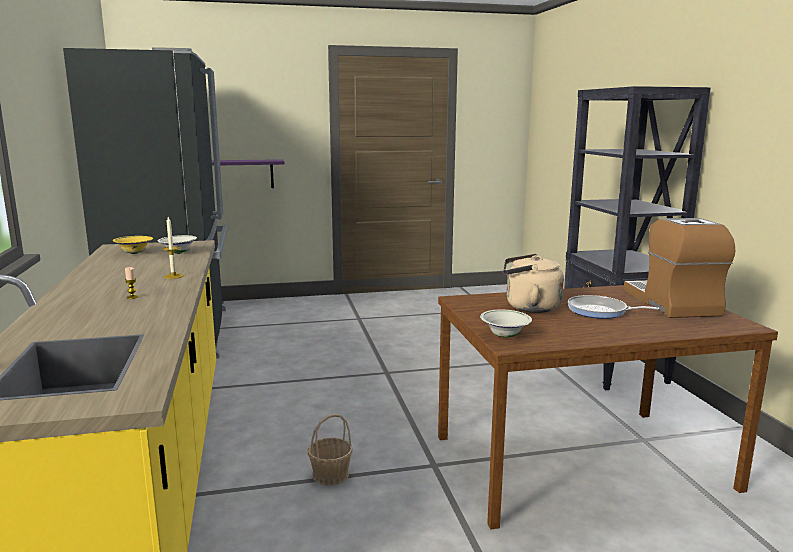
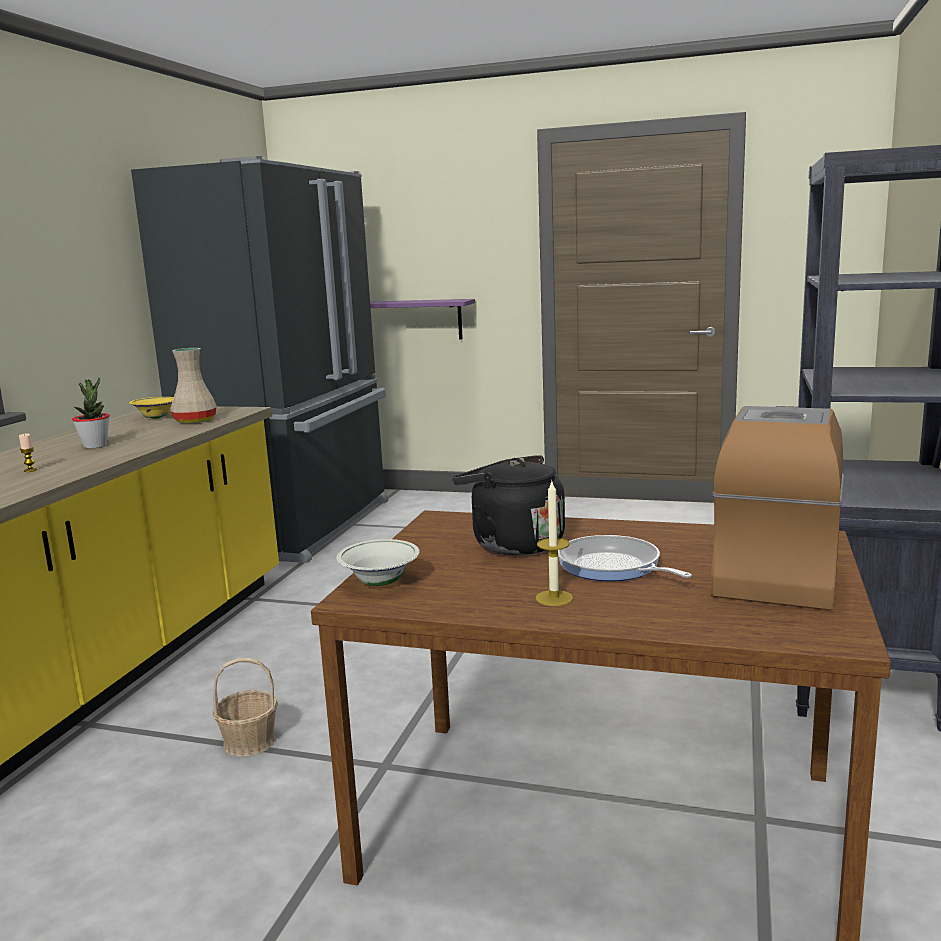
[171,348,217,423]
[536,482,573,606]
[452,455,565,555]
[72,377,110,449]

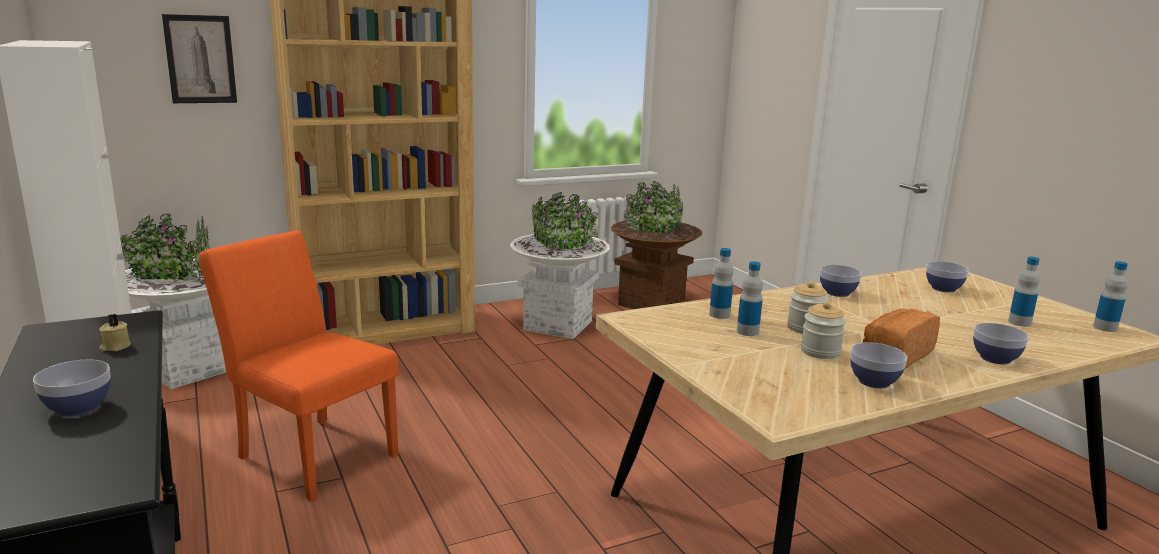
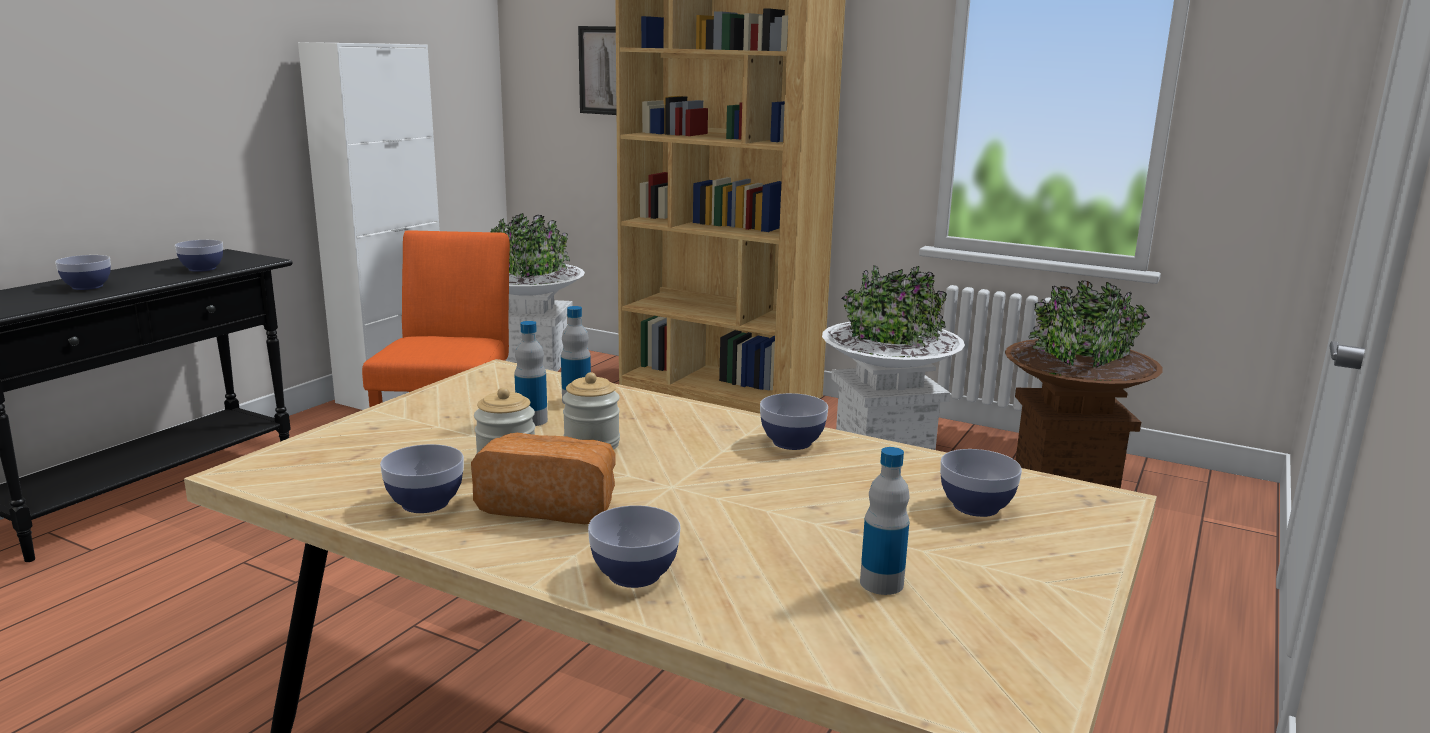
[175,240,223,272]
[1093,261,1128,332] (first image)

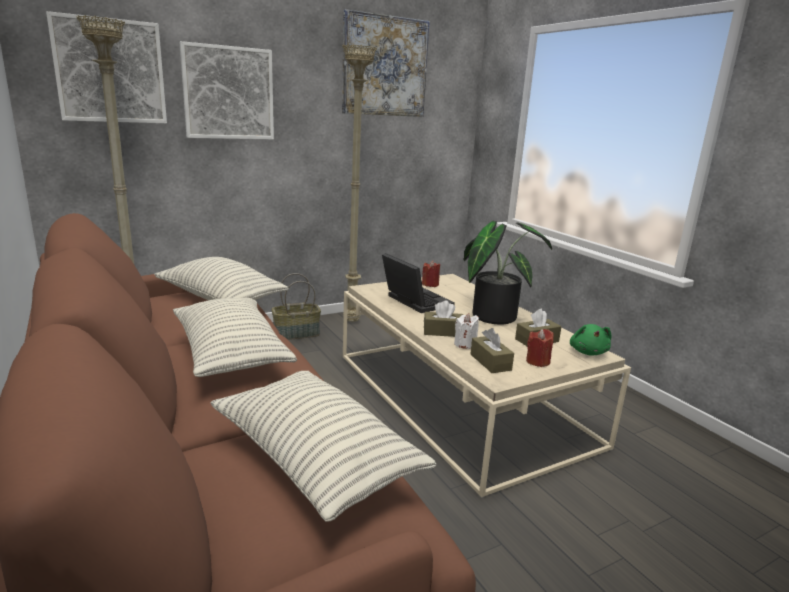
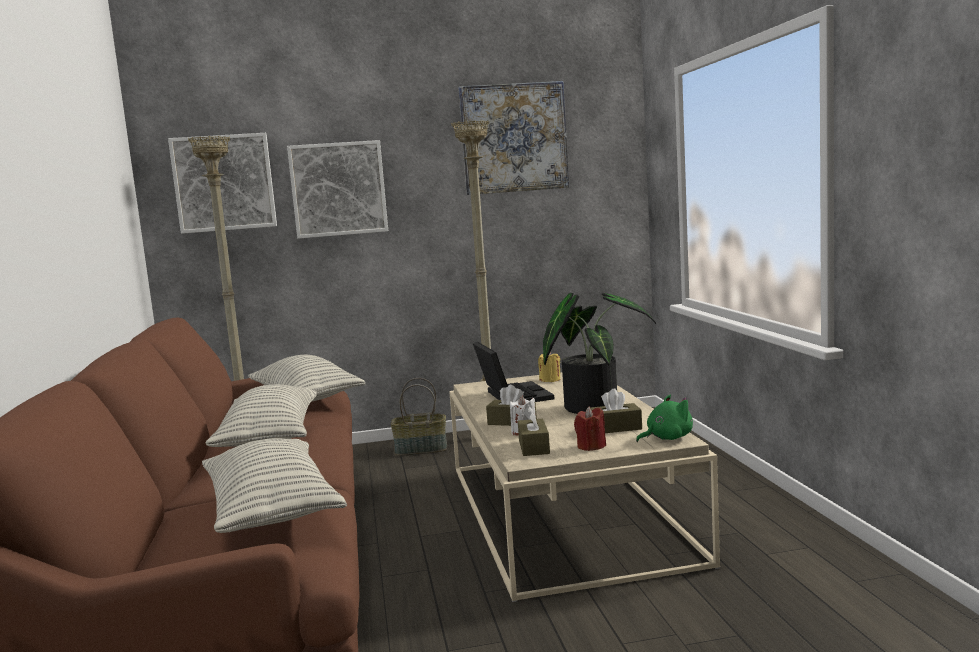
[538,352,560,382]
[636,395,693,442]

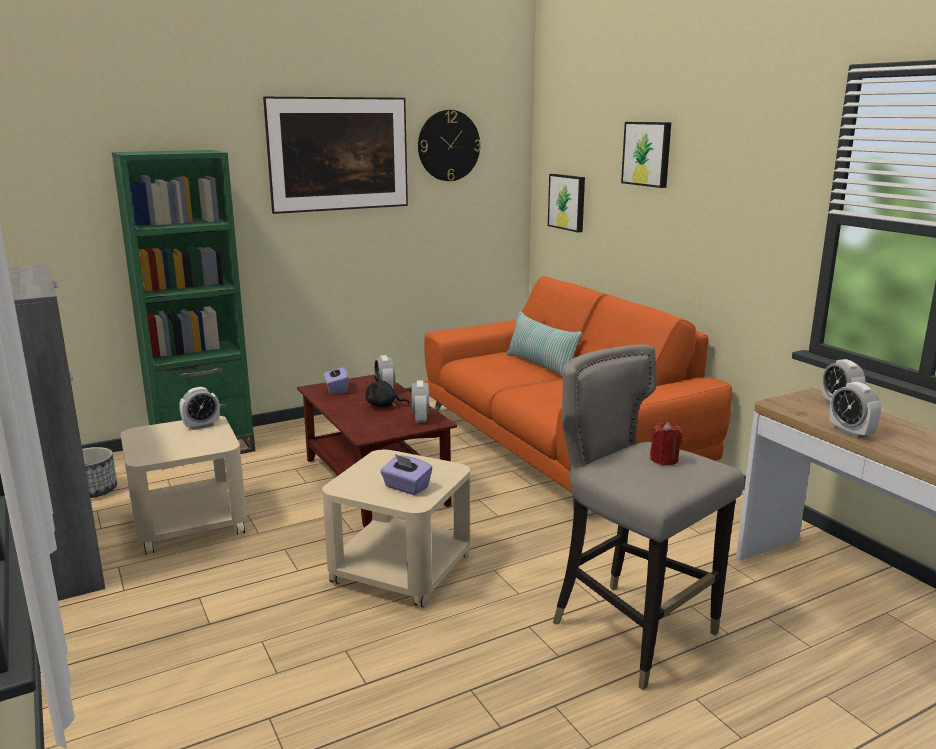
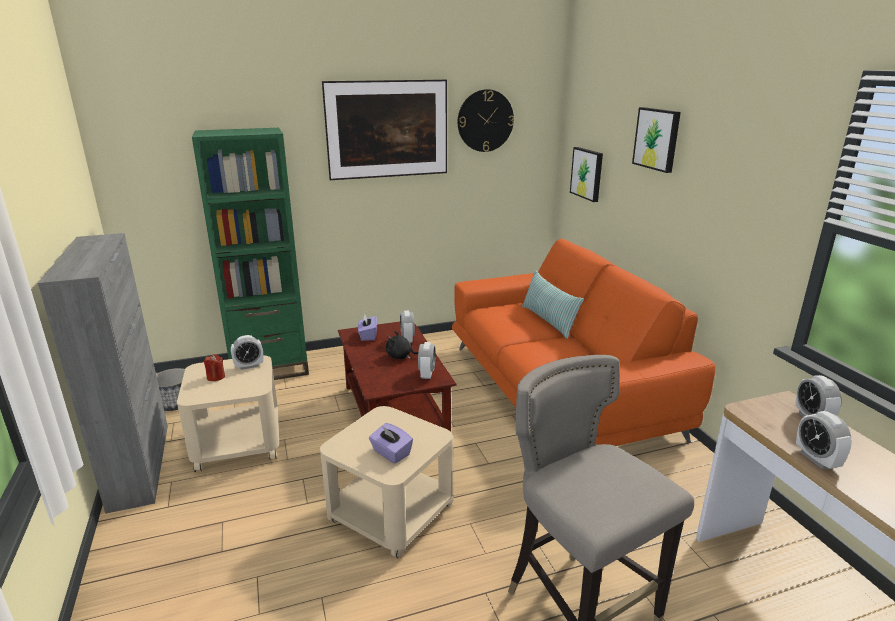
[204,354,225,381]

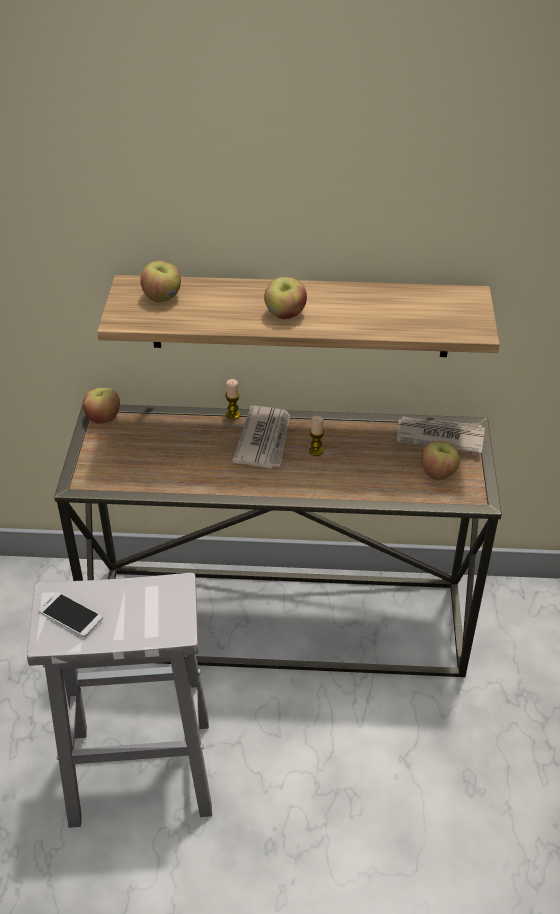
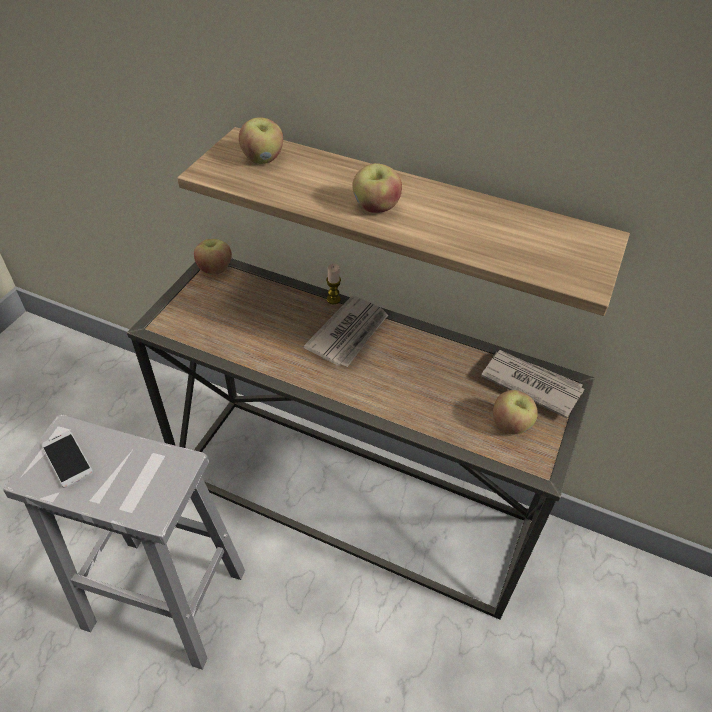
[309,416,325,456] (first image)

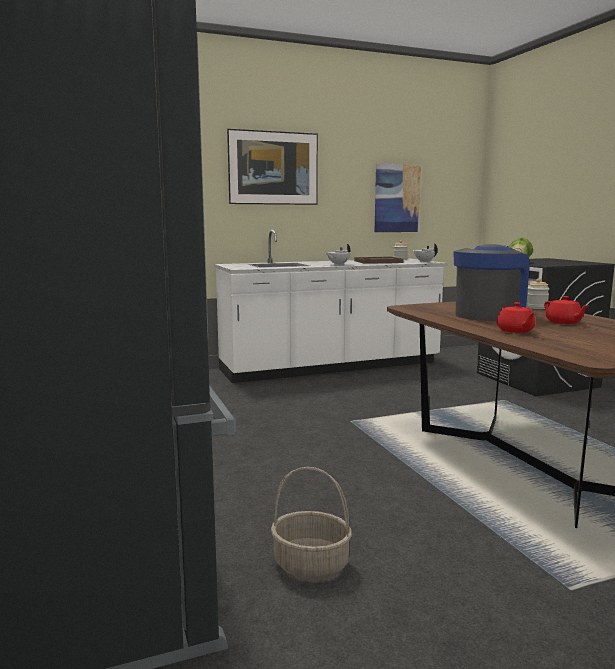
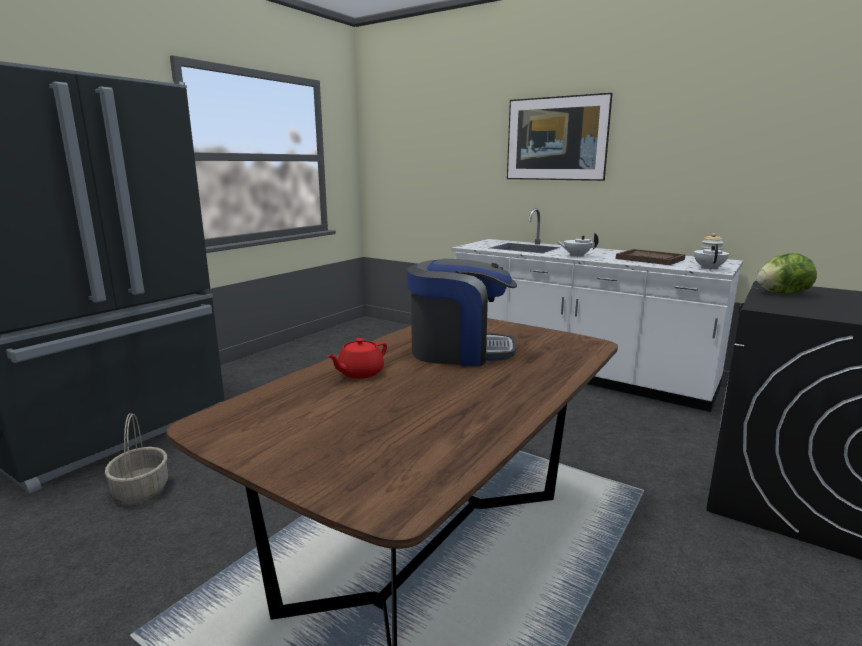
[375,164,421,232] (first image)
[526,278,549,309] (first image)
[544,296,588,324] (first image)

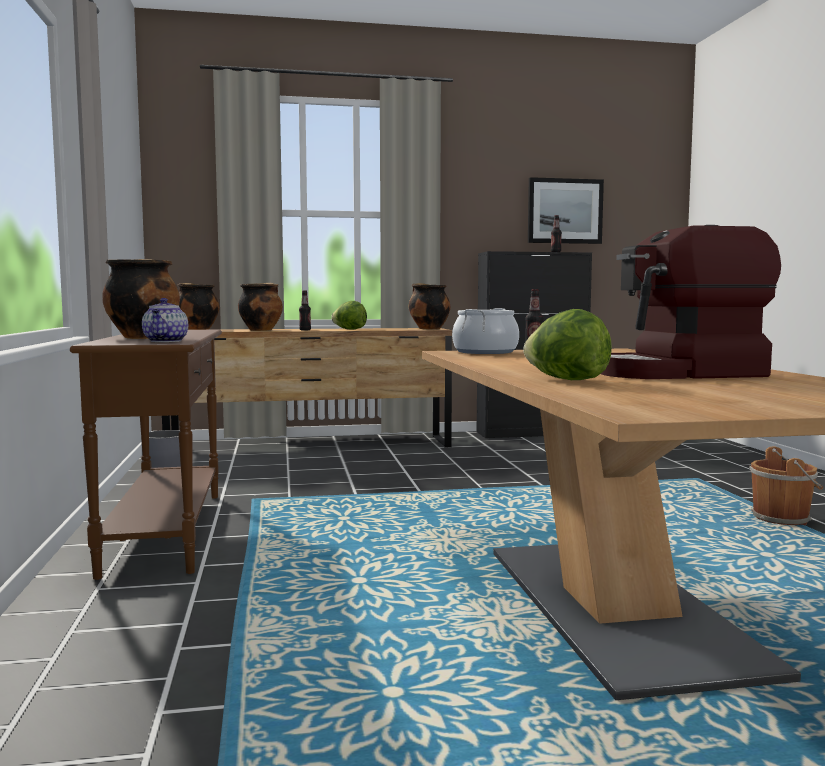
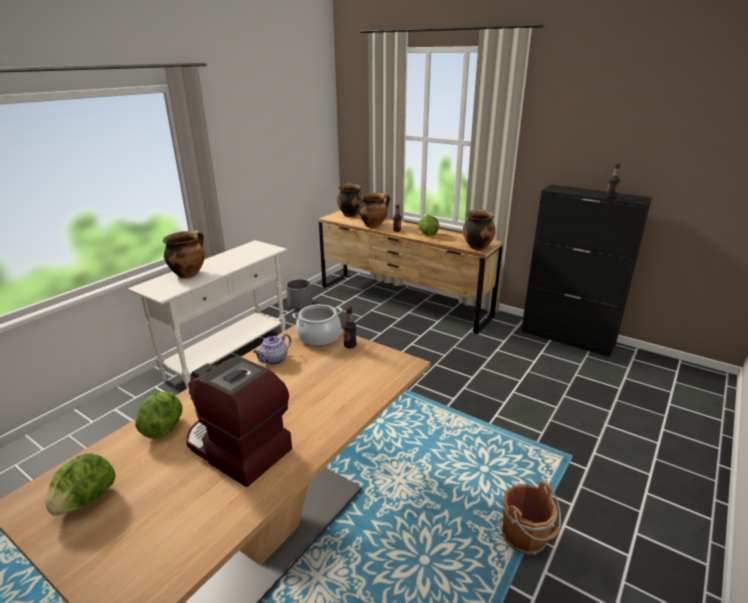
[128,240,288,389]
[253,334,291,365]
[528,177,604,244] (first image)
[46,453,115,516]

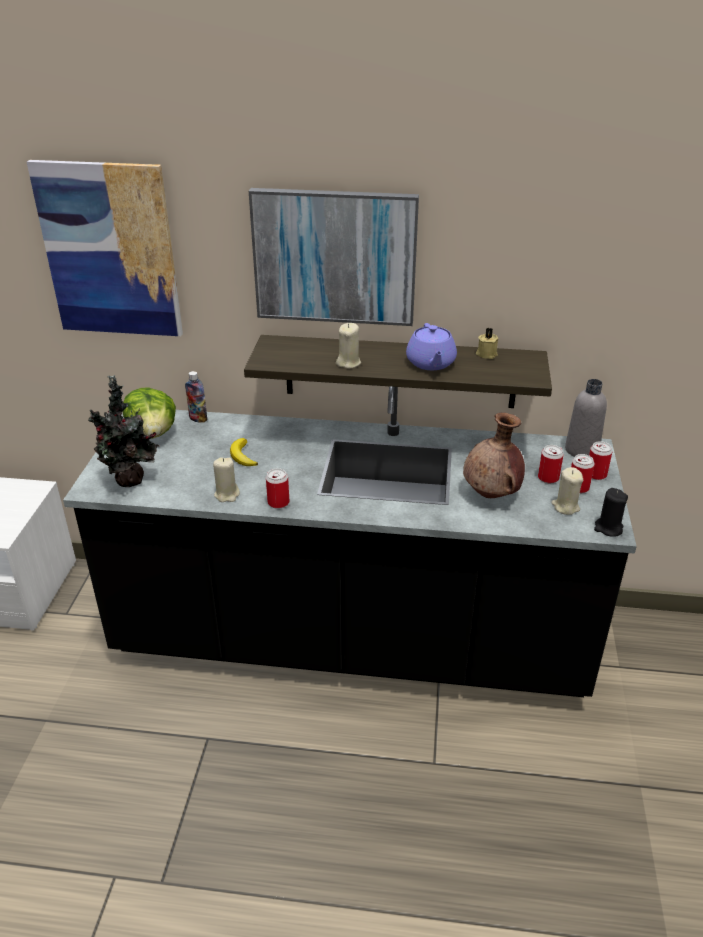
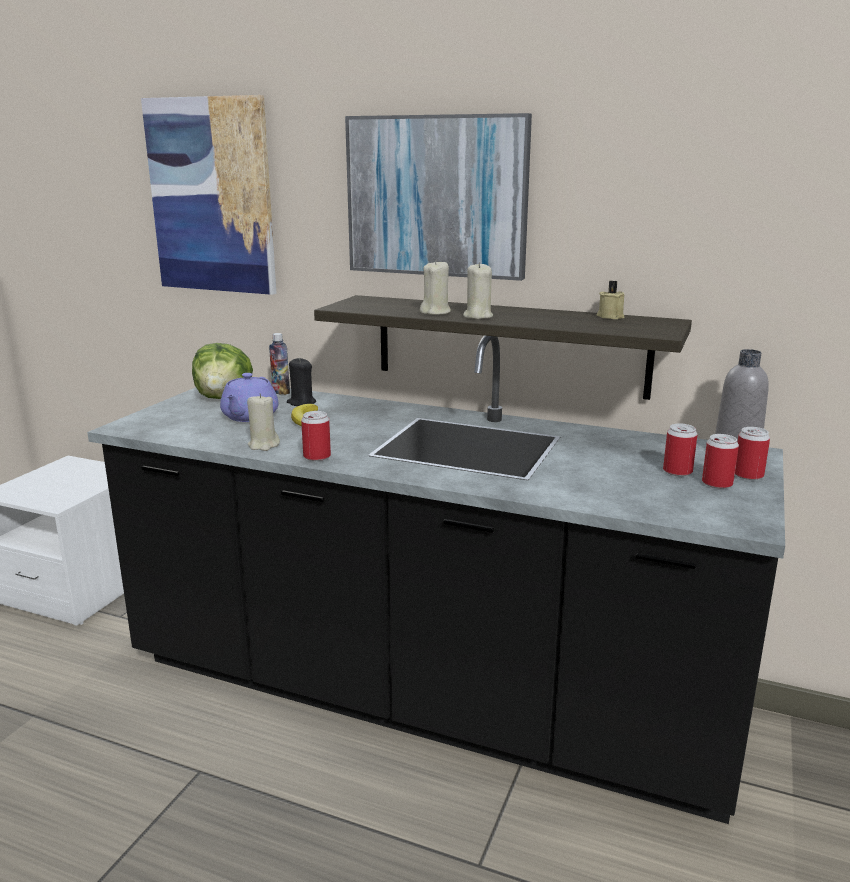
[88,375,160,487] (first image)
[220,373,279,422]
[463,413,525,498] (first image)
[463,262,493,319]
[287,358,316,406]

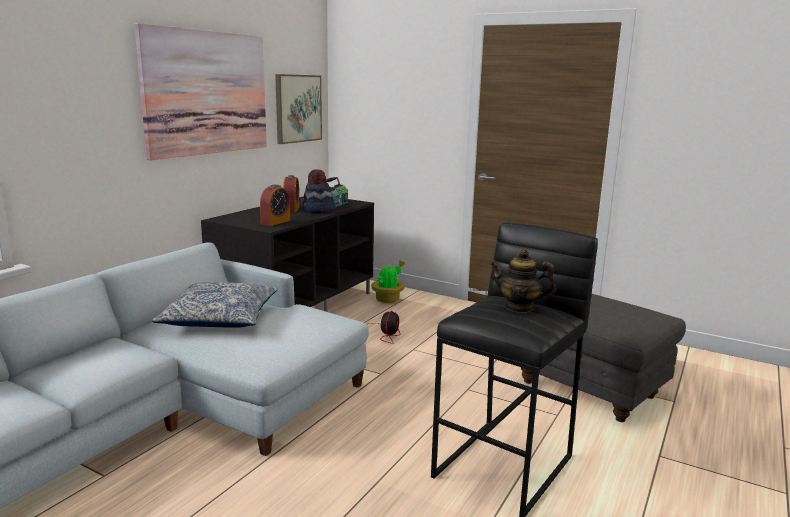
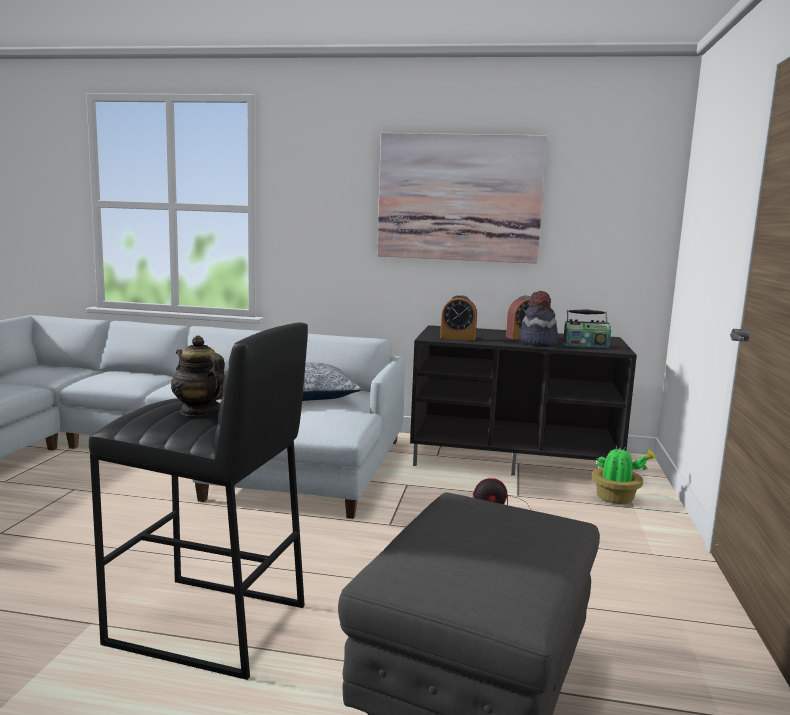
[275,74,322,144] (first image)
[171,335,225,416]

